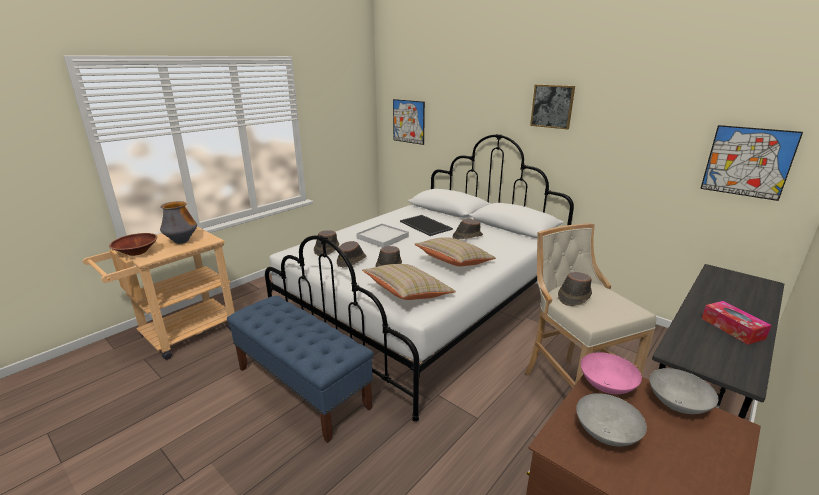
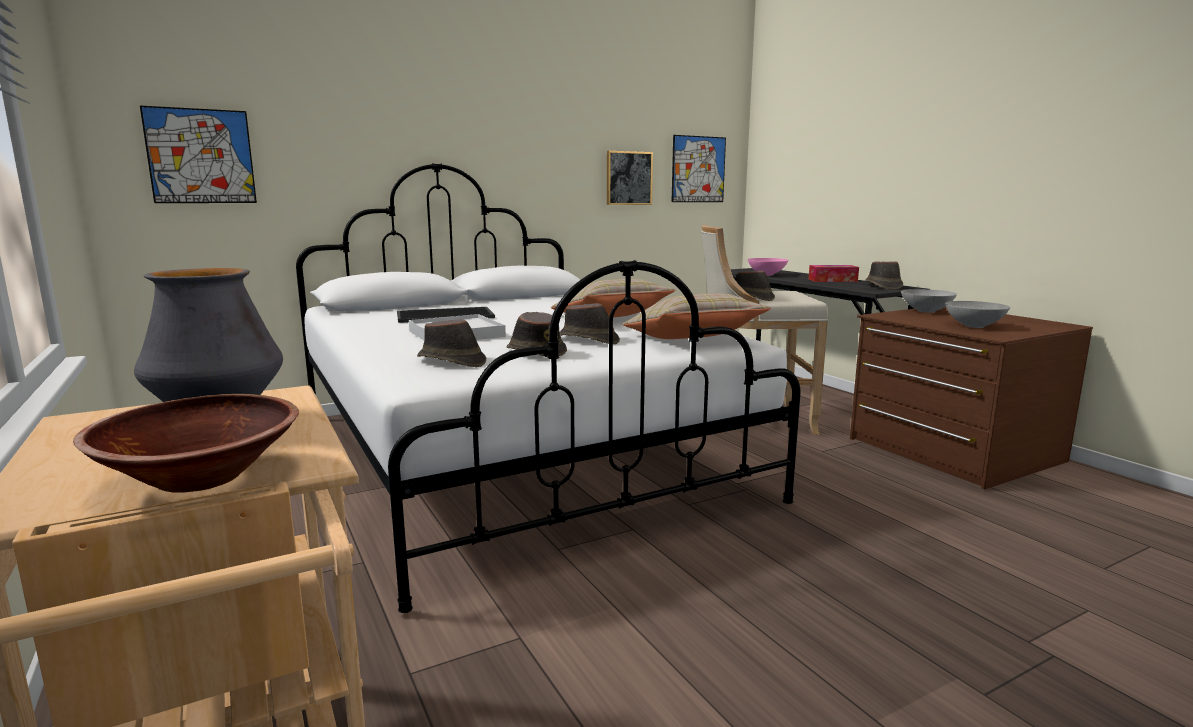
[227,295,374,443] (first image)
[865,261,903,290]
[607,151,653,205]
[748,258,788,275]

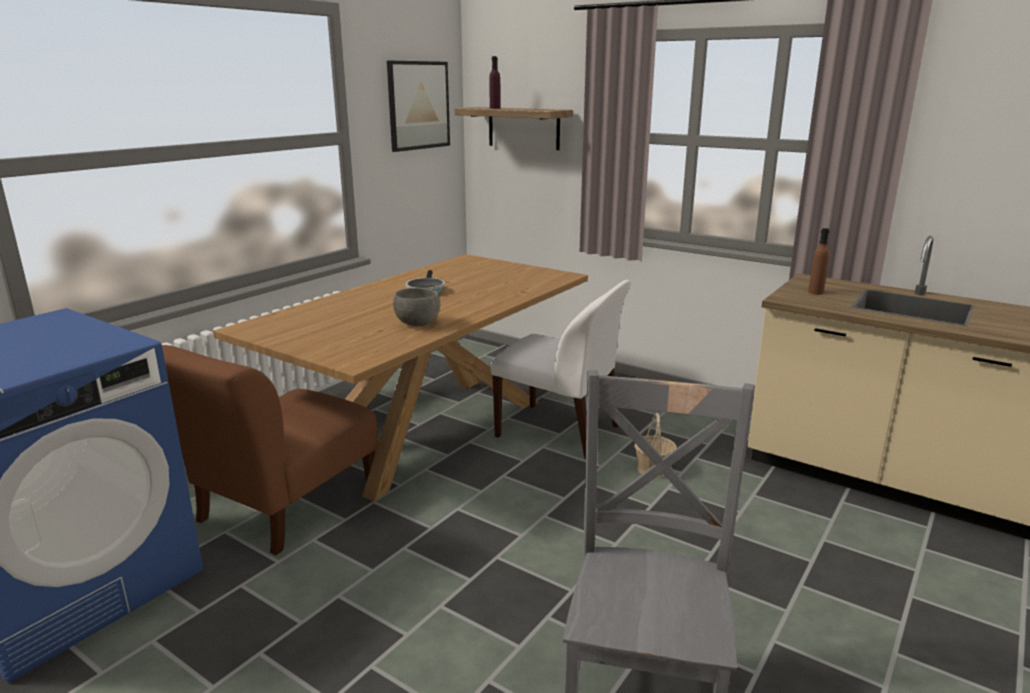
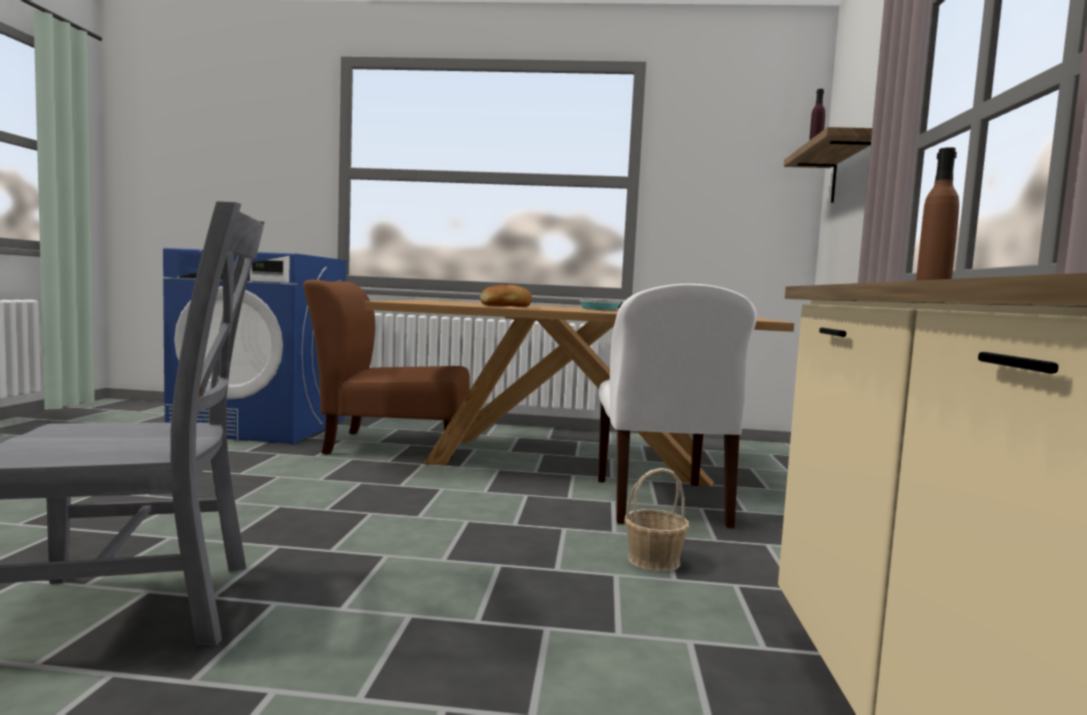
[387,61,450,152] (first image)
[480,285,532,307]

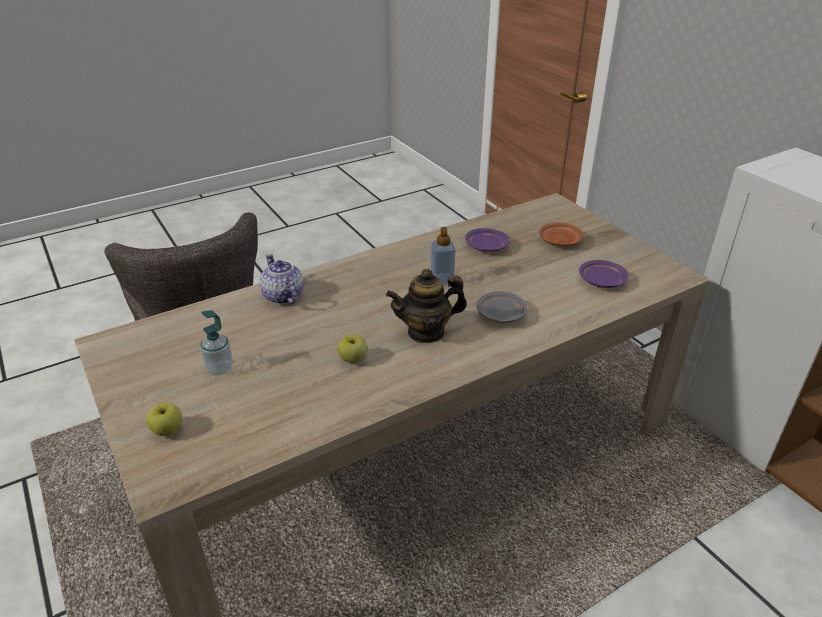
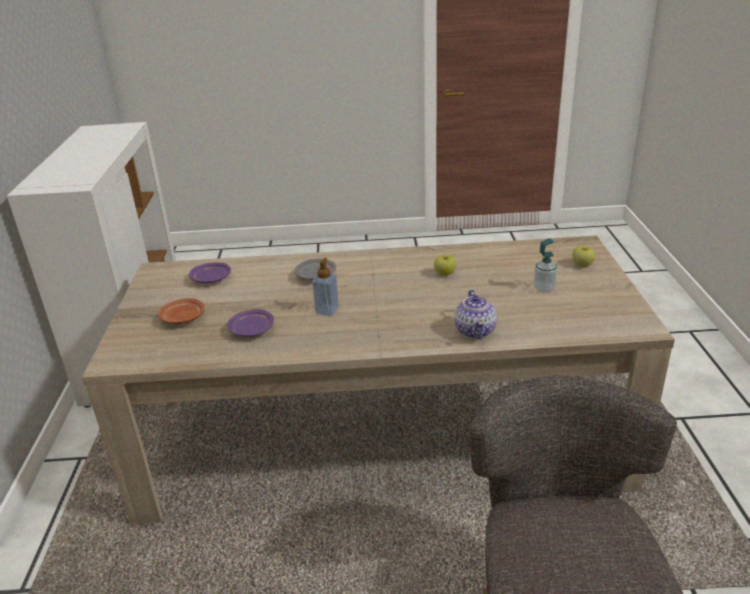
[386,269,467,343] (first image)

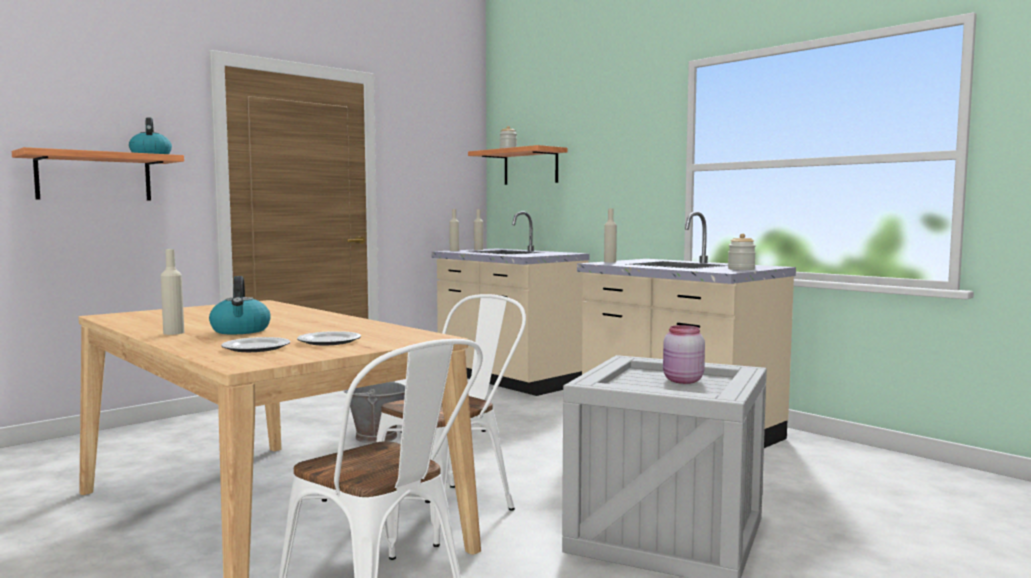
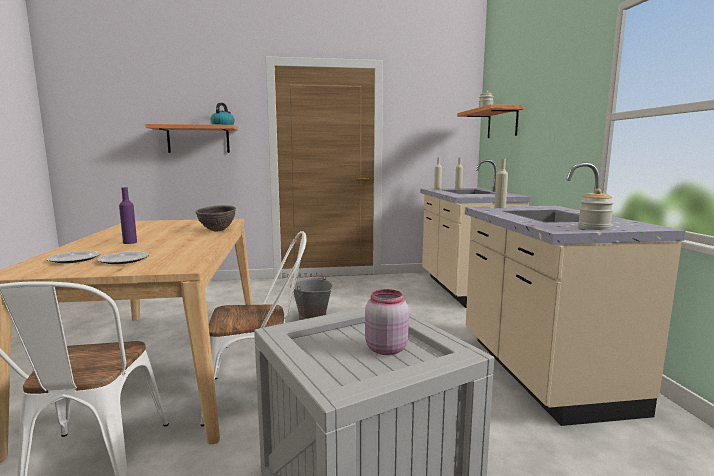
[161,249,184,335] (first image)
[119,187,137,244]
[195,205,236,232]

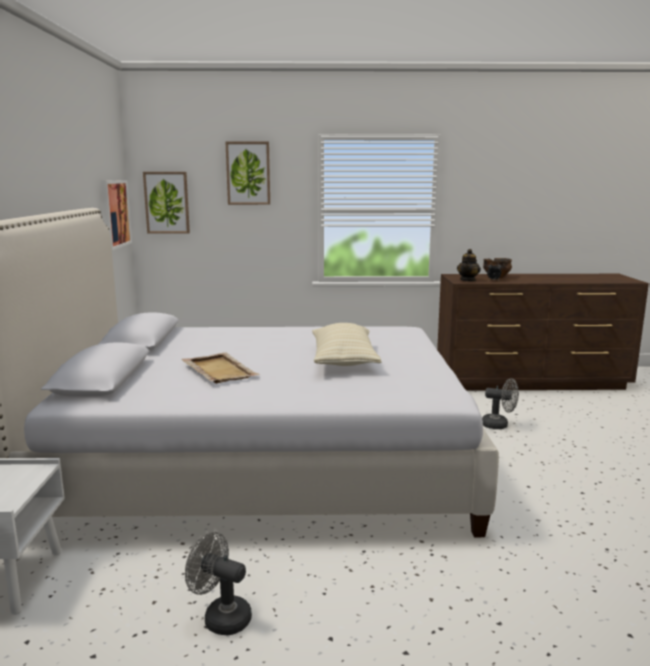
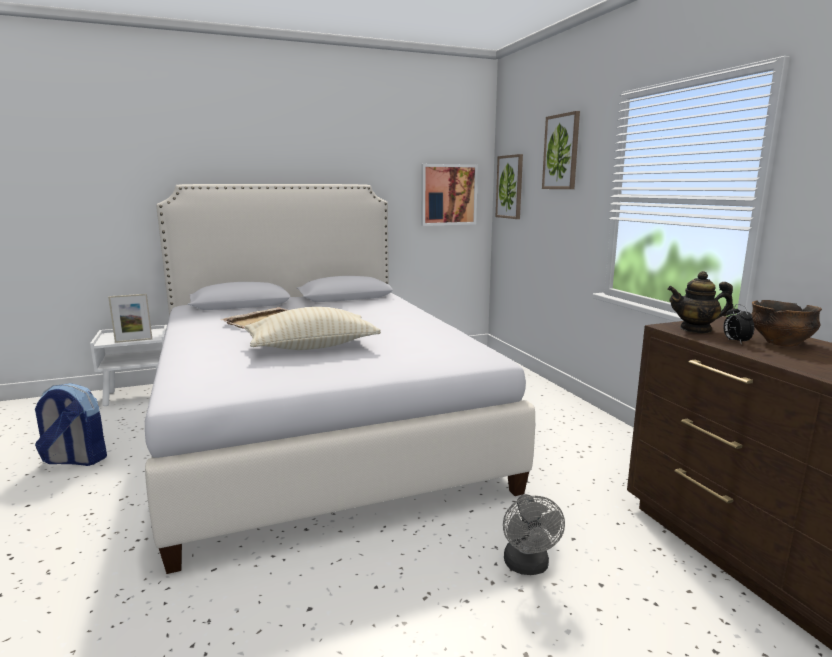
[35,383,107,466]
[108,294,152,343]

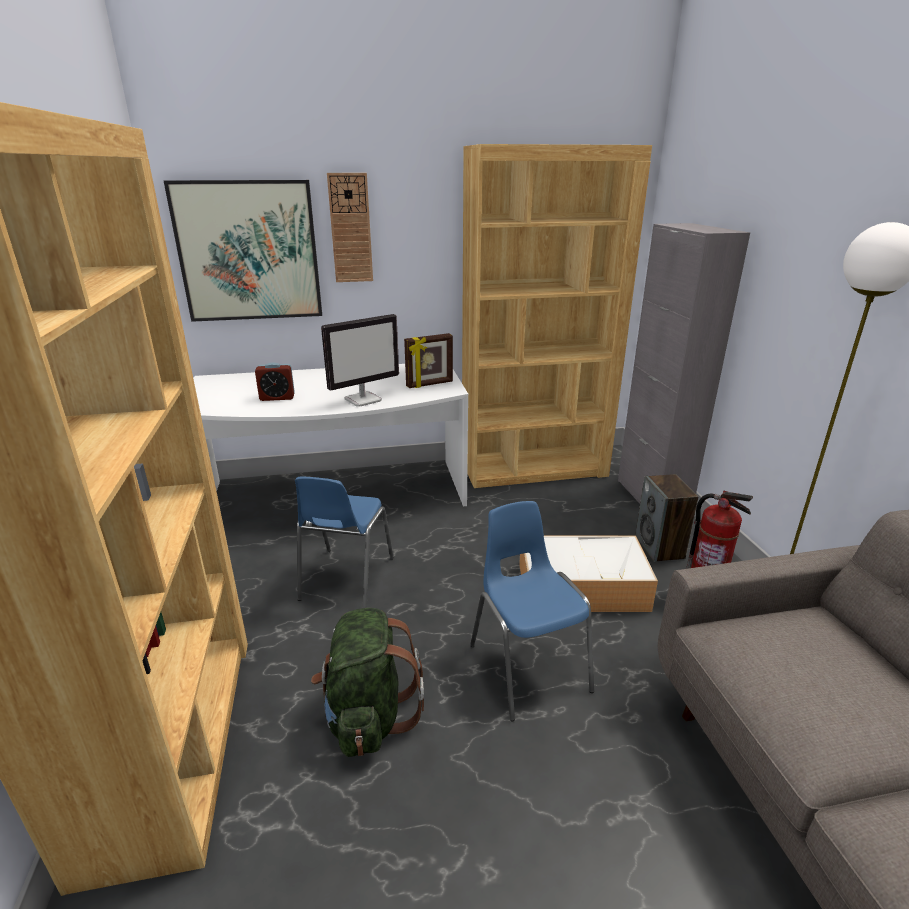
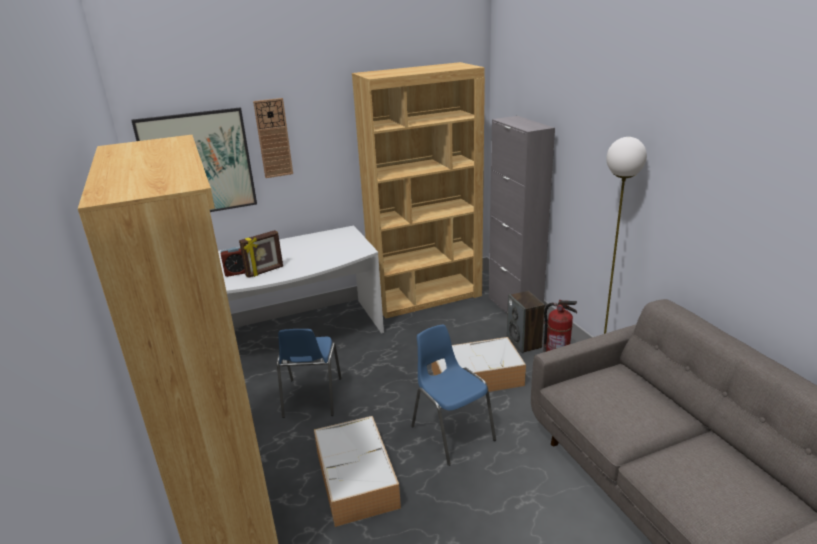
[314,416,401,527]
[321,314,399,407] (first image)
[239,230,283,278]

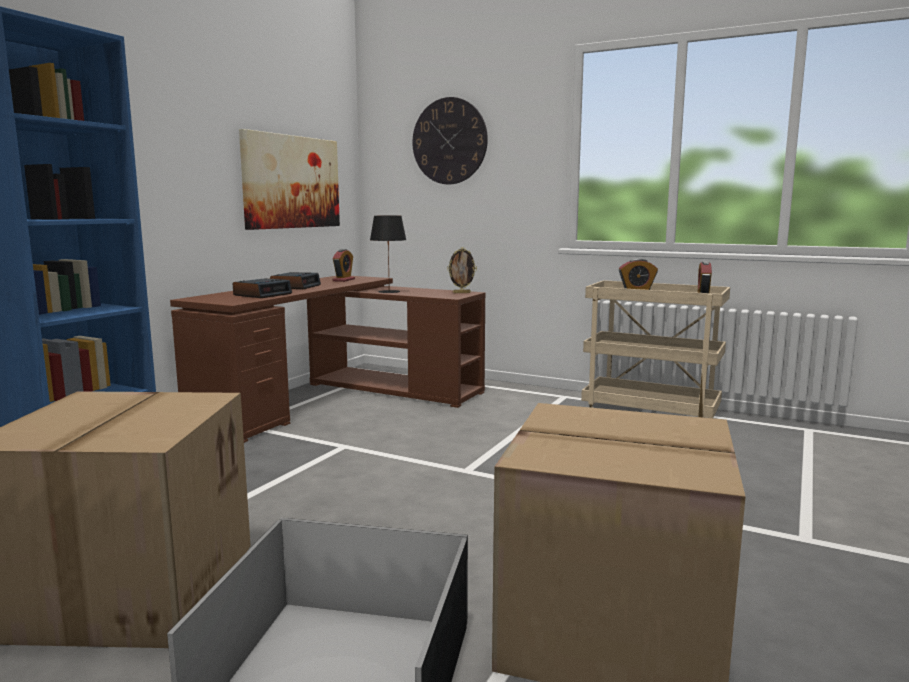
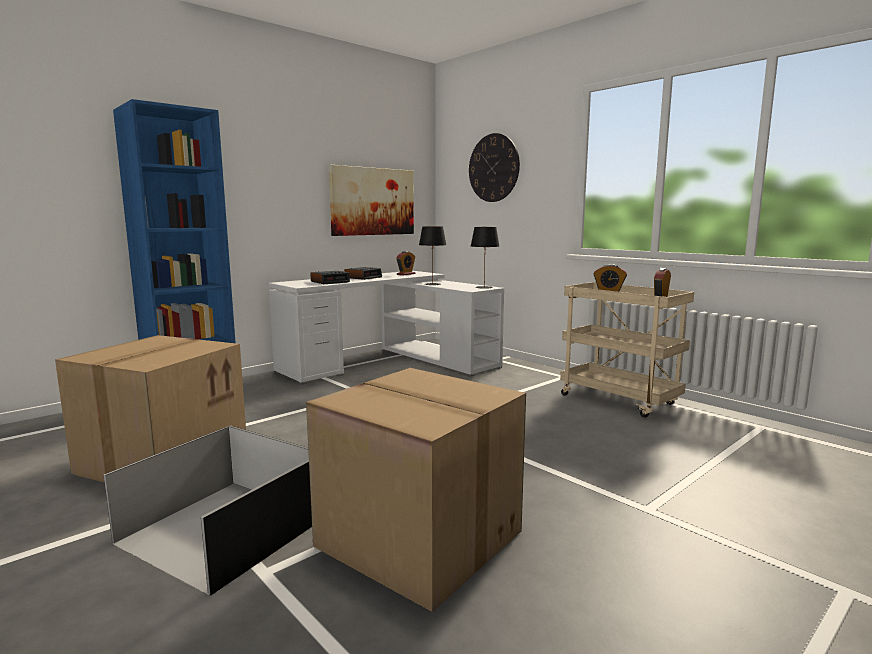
[268,271,504,385]
[471,227,500,289]

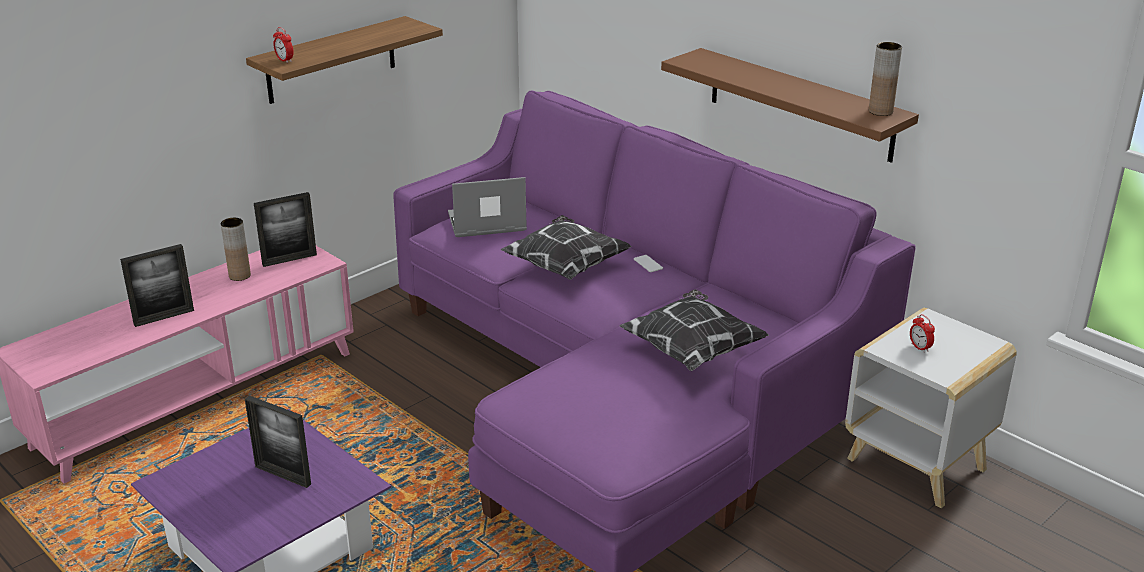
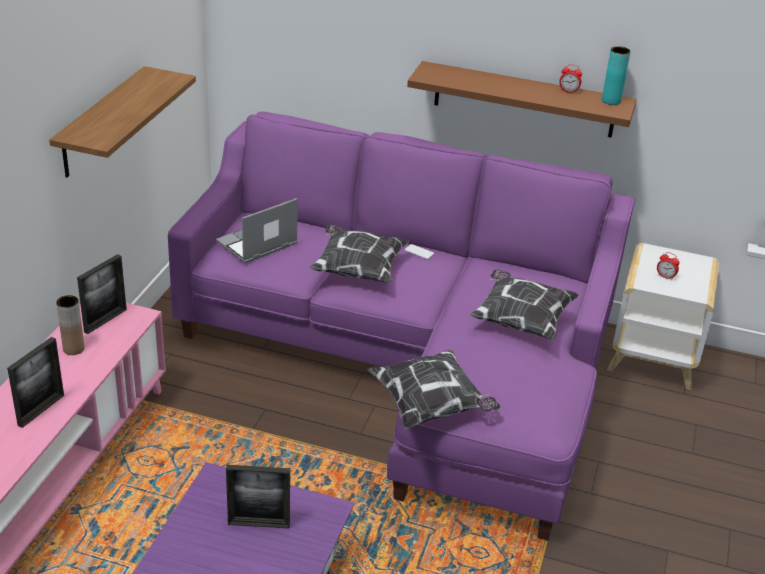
[559,64,582,94]
[602,46,631,105]
[367,350,500,429]

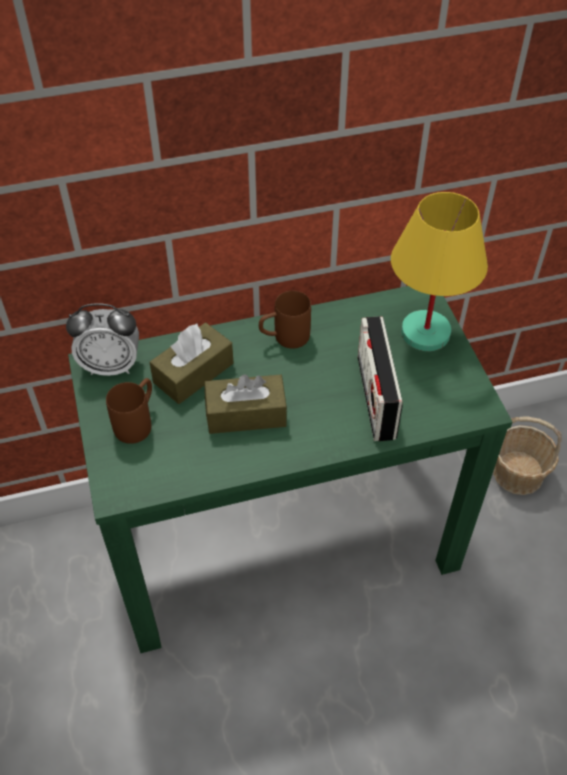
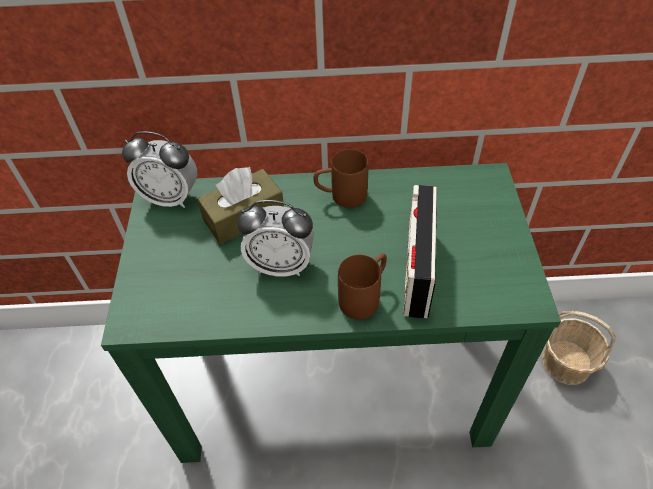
[338,253,387,320]
[237,200,314,277]
[391,192,488,351] (first image)

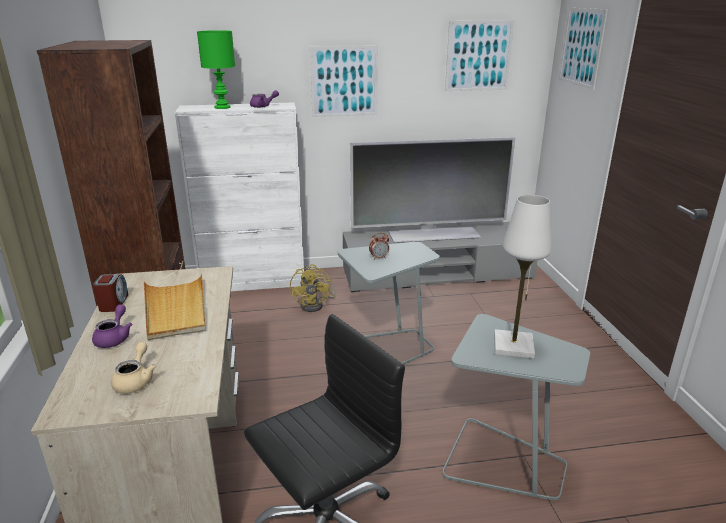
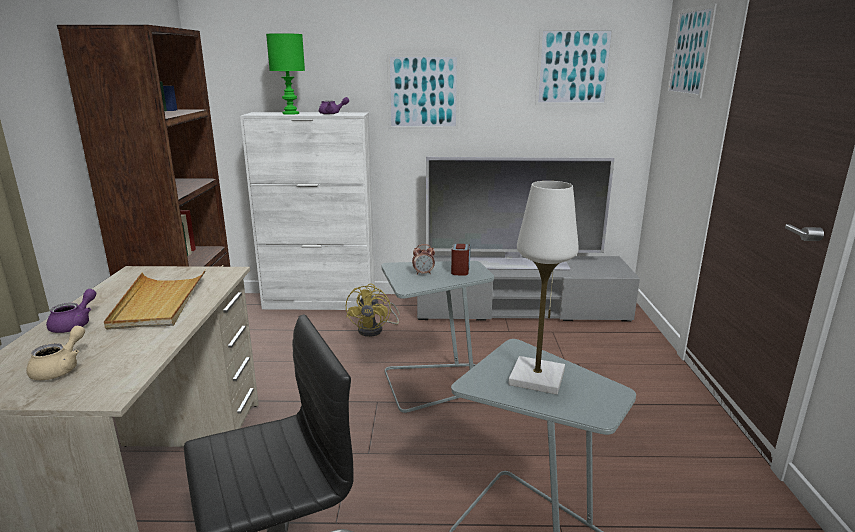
[451,244,470,276]

